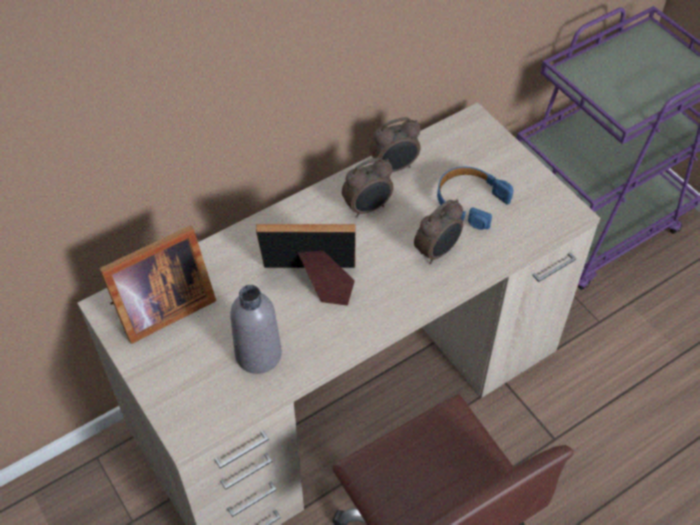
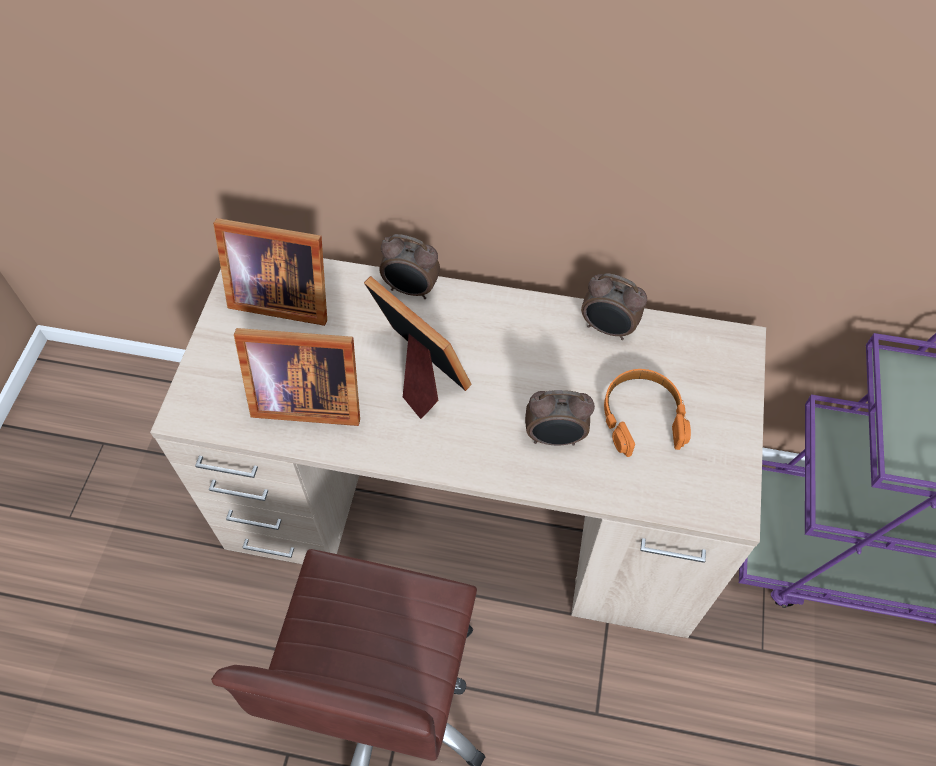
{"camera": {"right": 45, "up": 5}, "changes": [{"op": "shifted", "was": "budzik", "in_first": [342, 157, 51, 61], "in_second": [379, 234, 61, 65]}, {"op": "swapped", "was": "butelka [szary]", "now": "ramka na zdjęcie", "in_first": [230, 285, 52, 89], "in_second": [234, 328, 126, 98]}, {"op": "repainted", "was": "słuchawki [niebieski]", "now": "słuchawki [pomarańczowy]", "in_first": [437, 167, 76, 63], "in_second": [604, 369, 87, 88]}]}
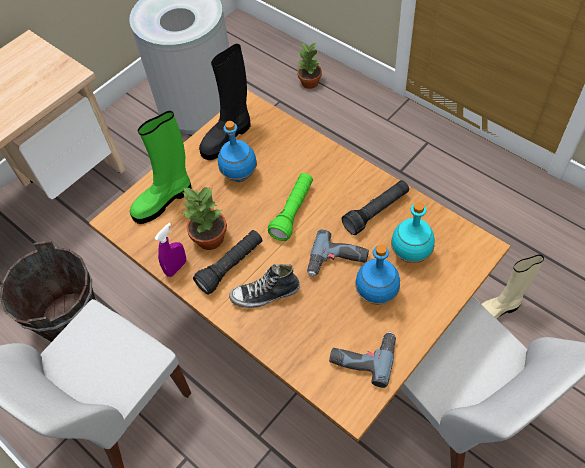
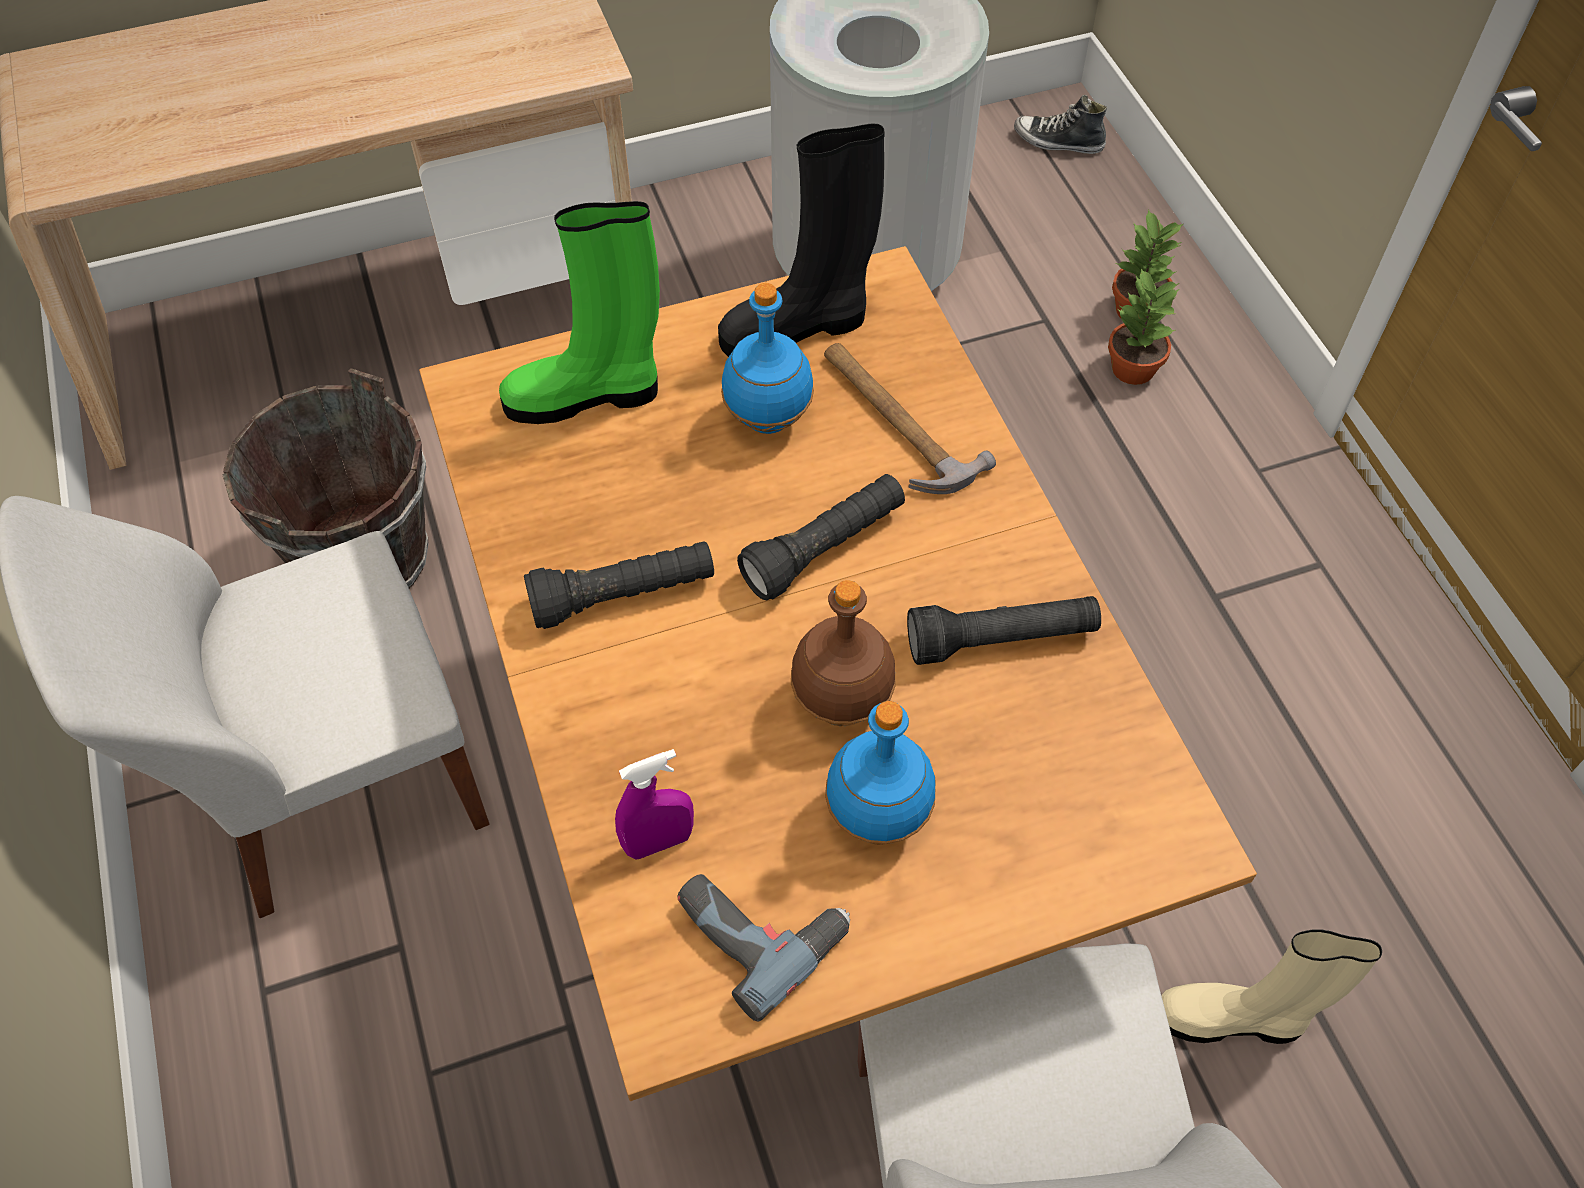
{"camera": {"right": 25, "up": 0}, "changes": [{"op": "gone", "was": "butelka [turkusowy]", "in_first": [391, 202, 44, 61]}, {"op": "new", "now": "młotek", "in_second": [824, 343, 172, 151]}, {"op": "shifted", "was": "spryskiwacz [fioletowy]", "in_first": [154, 223, 32, 54], "in_second": [615, 749, 79, 111]}, {"op": "shifted", "was": "roślina doniczkowa", "in_first": [183, 187, 44, 63], "in_second": [1108, 268, 72, 117]}, {"op": "shifted", "was": "but", "in_first": [229, 264, 71, 44], "in_second": [1014, 95, 93, 59]}, {"op": "swapped", "was": "wiertarka", "now": "butelka [brązowy]", "in_first": [307, 229, 62, 48], "in_second": [791, 580, 104, 146]}, {"op": "repainted", "was": "latarka [zielony]", "now": "latarka [czarny]", "in_first": [268, 173, 45, 68], "in_second": [737, 474, 168, 126]}]}
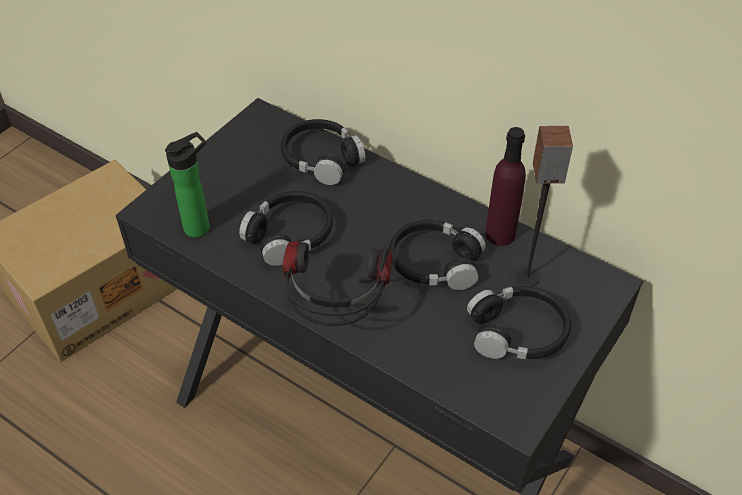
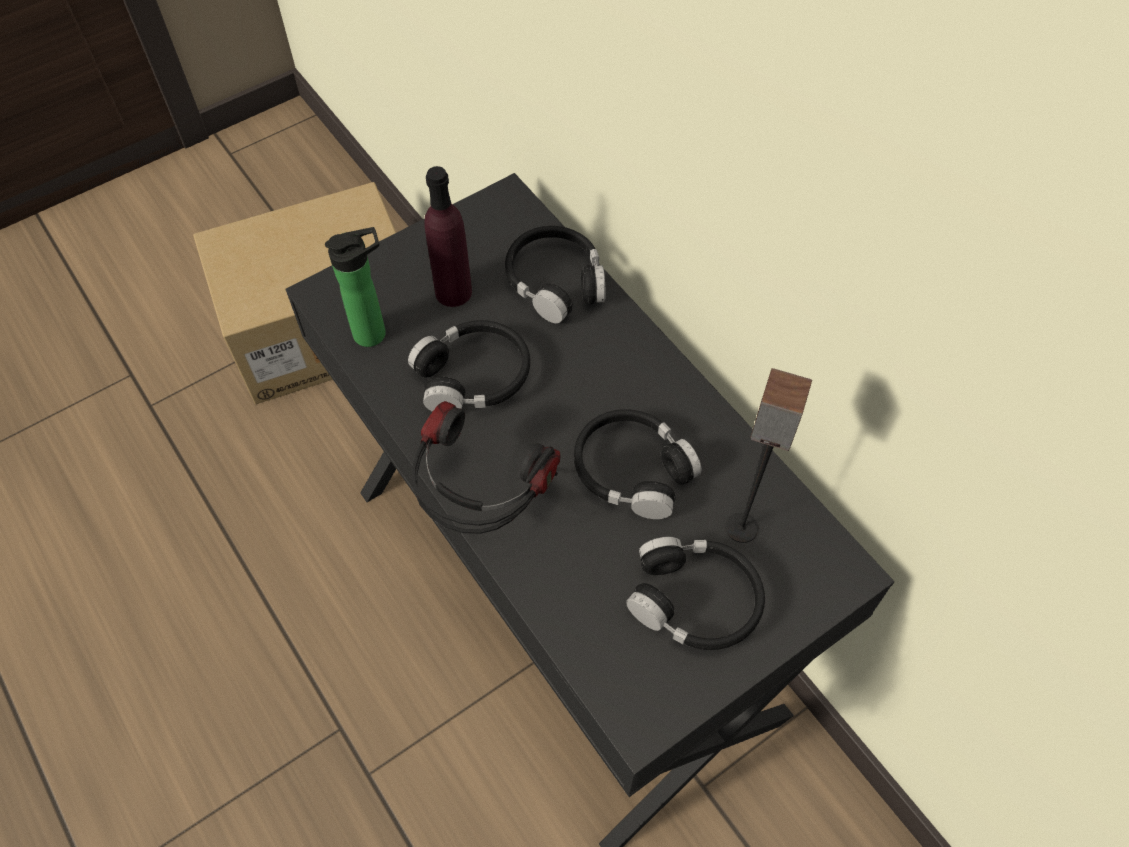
{"camera": {"right": 20, "up": 10}, "changes": [{"op": "shifted", "was": "butelka [fioletowy]", "in_first": [485, 127, 41, 119], "in_second": [424, 166, 48, 141]}]}
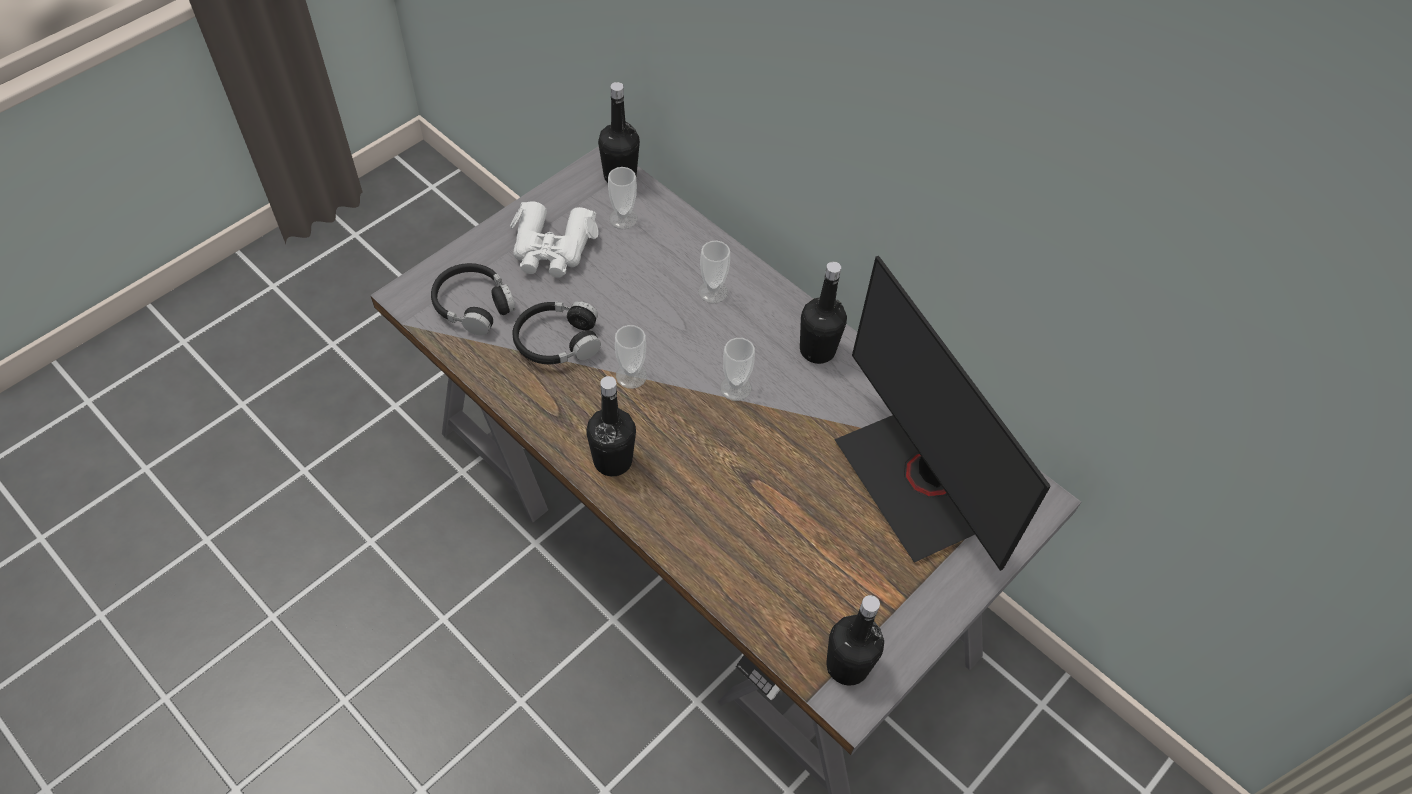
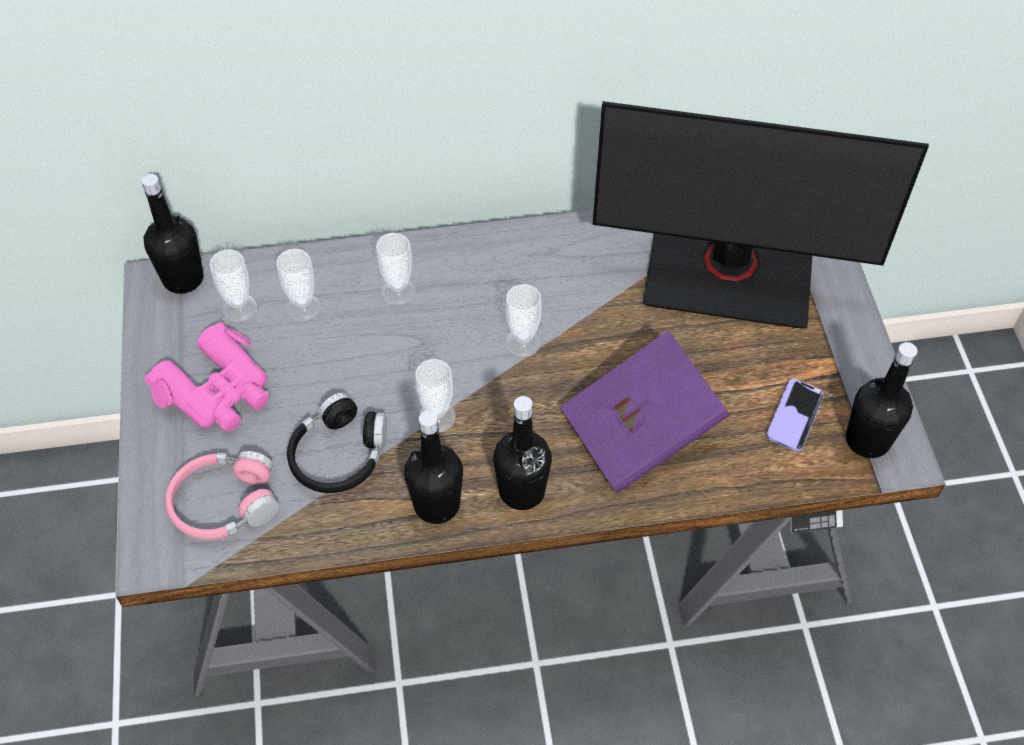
{"camera": {"right": -50, "up": 0}, "changes": [{"op": "new", "now": "filiżanka", "in_second": [276, 249, 45, 73]}, {"op": "new", "now": "książka [fioletowy]", "in_second": [560, 330, 170, 163]}, {"op": "new", "now": "telefon", "in_second": [766, 379, 58, 73]}, {"op": "shifted", "was": "butelka [czarny]", "in_first": [800, 261, 47, 103], "in_second": [404, 410, 59, 114]}, {"op": "repainted", "was": "słuchawki [czarny]", "now": "słuchawki [różowy]", "in_first": [431, 263, 85, 72], "in_second": [165, 451, 114, 89]}, {"op": "repainted", "was": "lornetka [biały]", "now": "lornetka [różowy]", "in_first": [510, 201, 89, 77], "in_second": [144, 322, 125, 109]}]}
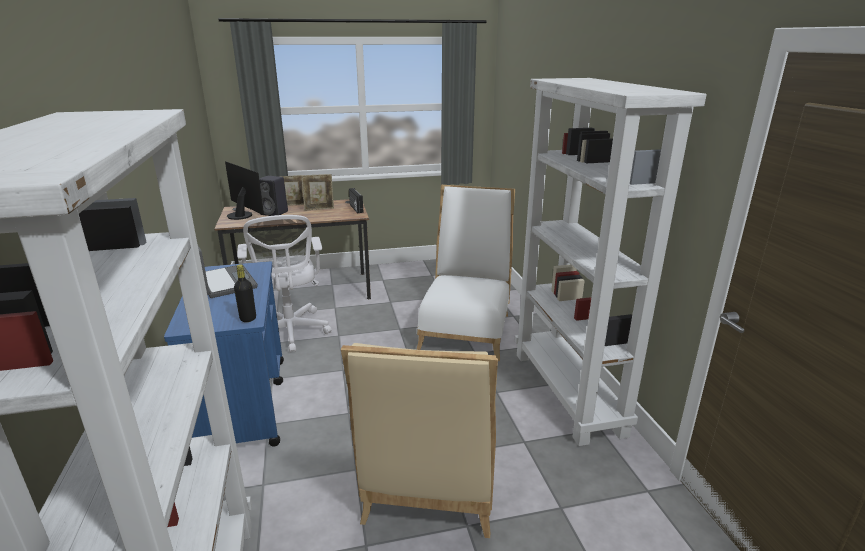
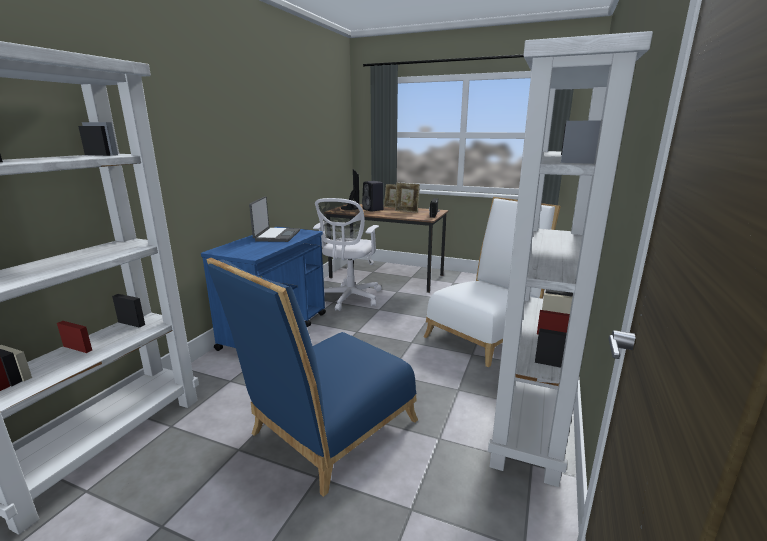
{"camera": {"right": 35, "up": -5}, "changes": [{"op": "gone", "was": "butelka [czarny]", "in_first": [234, 264, 22, 58]}, {"op": "repainted", "was": "krzesło [beżowy]", "now": "krzesło [niebieski]", "in_first": [341, 343, 157, 195], "in_second": [207, 258, 211, 239]}]}
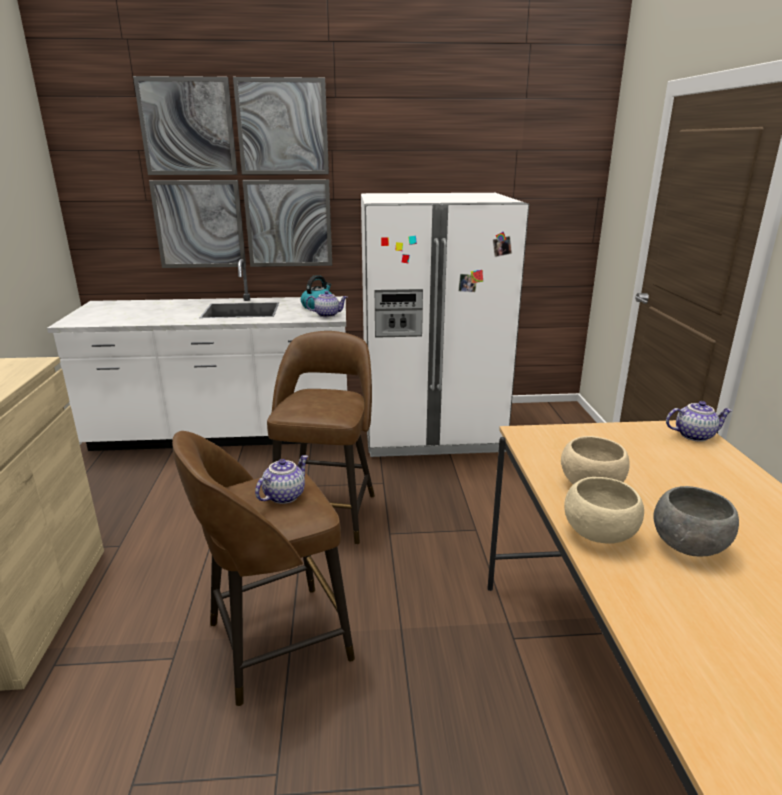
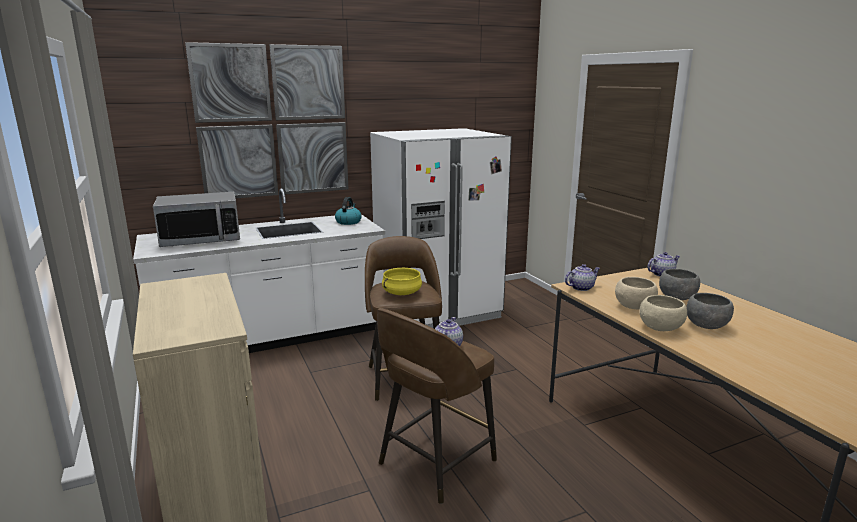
{"camera": {"right": -20, "up": -5}, "changes": [{"op": "new", "now": "mikrofalówka", "in_second": [153, 192, 87, 55]}, {"op": "new", "now": "garnek [żółty]", "in_second": [382, 268, 40, 27]}, {"op": "new", "now": "miska [szary]", "in_second": [659, 269, 41, 31]}, {"op": "shifted", "was": "imbryk", "in_first": [306, 291, 41, 26], "in_second": [565, 264, 35, 27]}]}
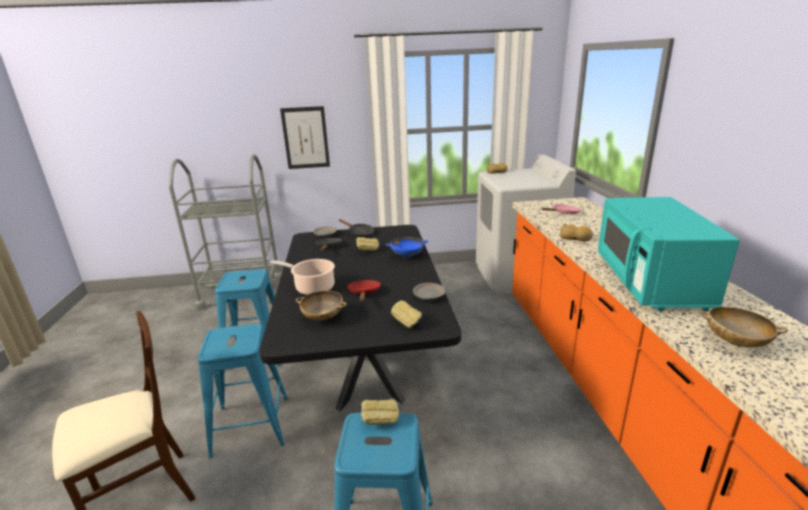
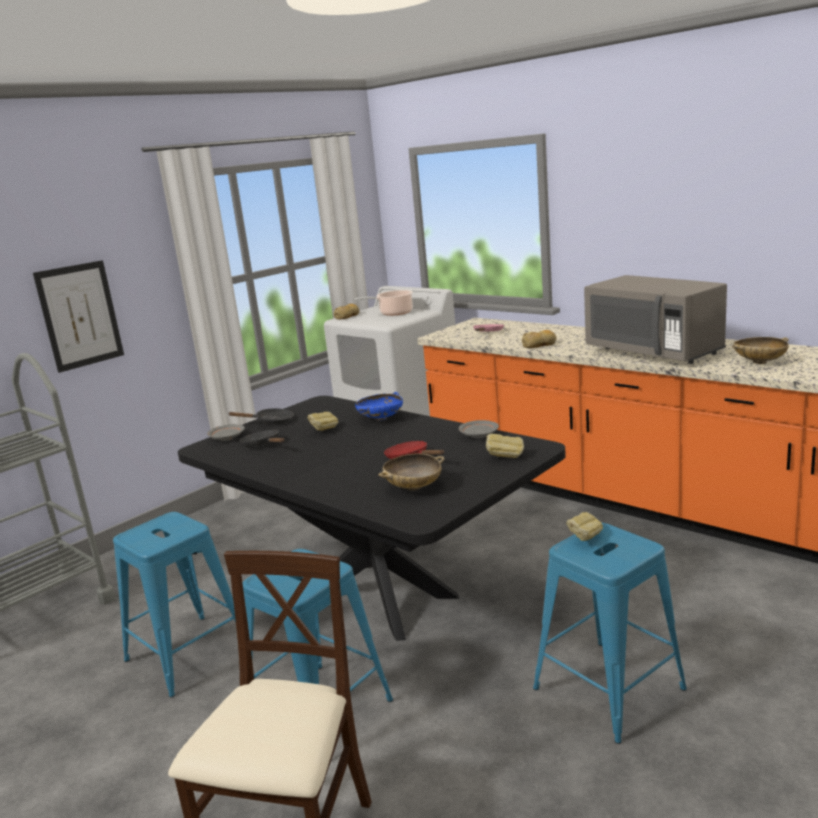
{"camera": {"right": -40, "up": -5}, "changes": [{"op": "shifted", "was": "garnek", "in_first": [270, 259, 65, 36], "in_second": [355, 290, 58, 26]}, {"op": "repainted", "was": "mikrofalówka [turkusowy]", "now": "mikrofalówka [szary]", "in_first": [598, 197, 141, 114], "in_second": [584, 275, 143, 89]}]}
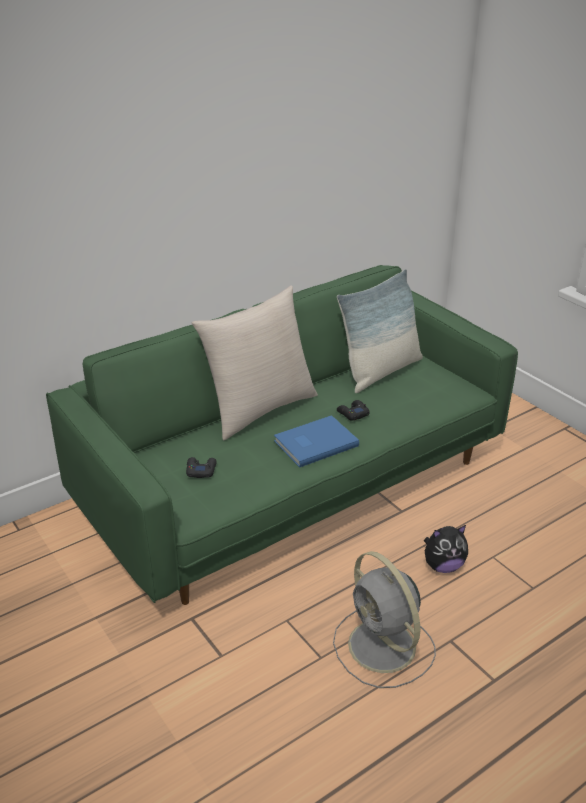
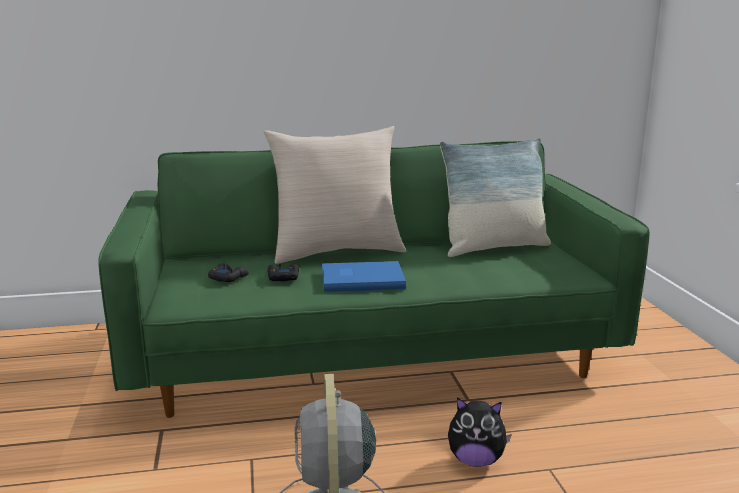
{"camera": {"right": 25, "up": -15}, "changes": [{"op": "shifted", "was": "pad do gier [czarny]", "in_first": [337, 400, 33, 21], "in_second": [267, 264, 32, 17]}]}
